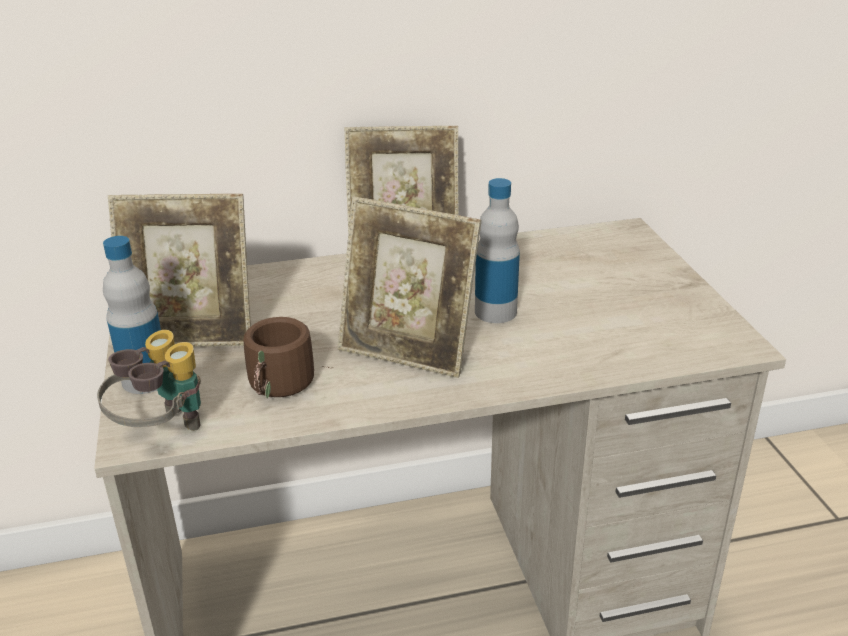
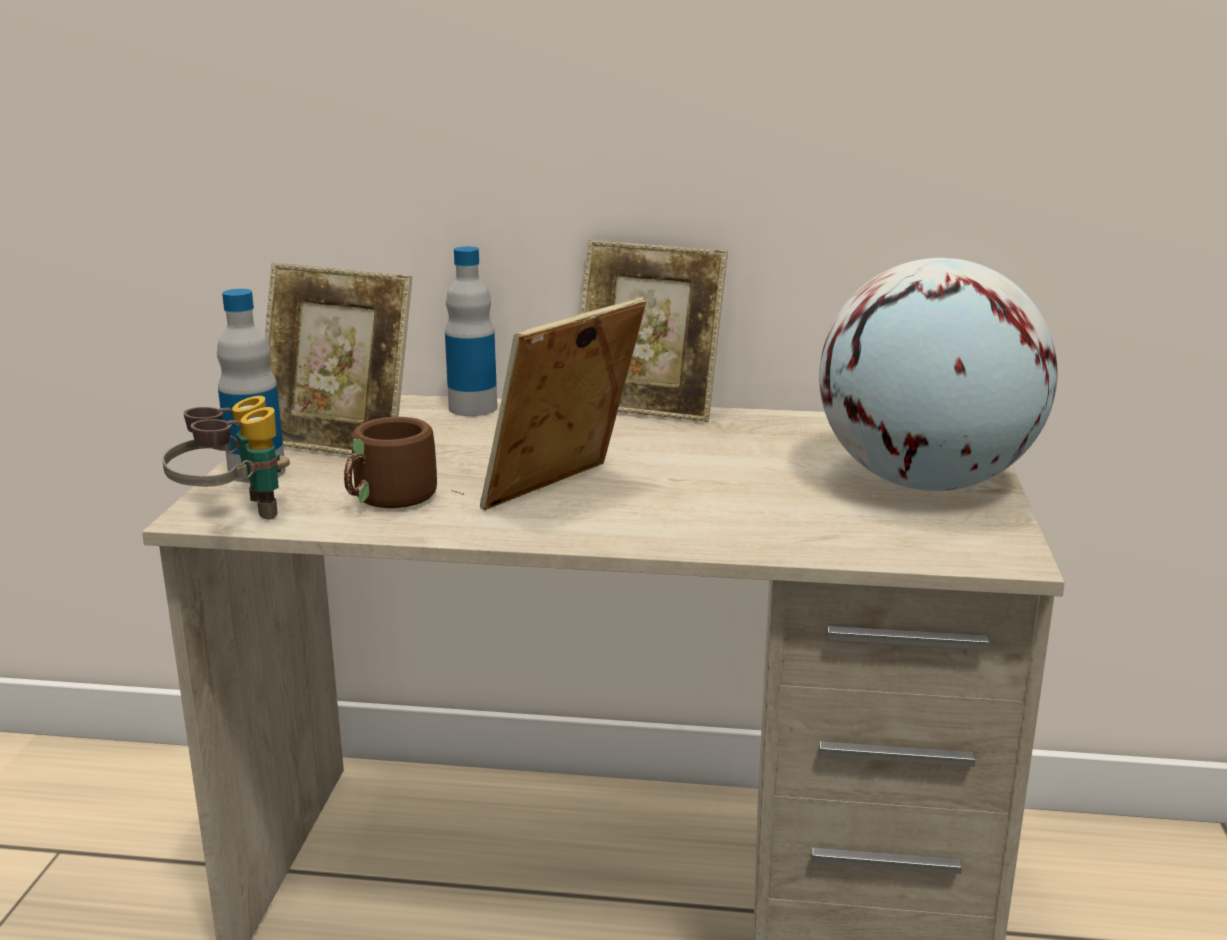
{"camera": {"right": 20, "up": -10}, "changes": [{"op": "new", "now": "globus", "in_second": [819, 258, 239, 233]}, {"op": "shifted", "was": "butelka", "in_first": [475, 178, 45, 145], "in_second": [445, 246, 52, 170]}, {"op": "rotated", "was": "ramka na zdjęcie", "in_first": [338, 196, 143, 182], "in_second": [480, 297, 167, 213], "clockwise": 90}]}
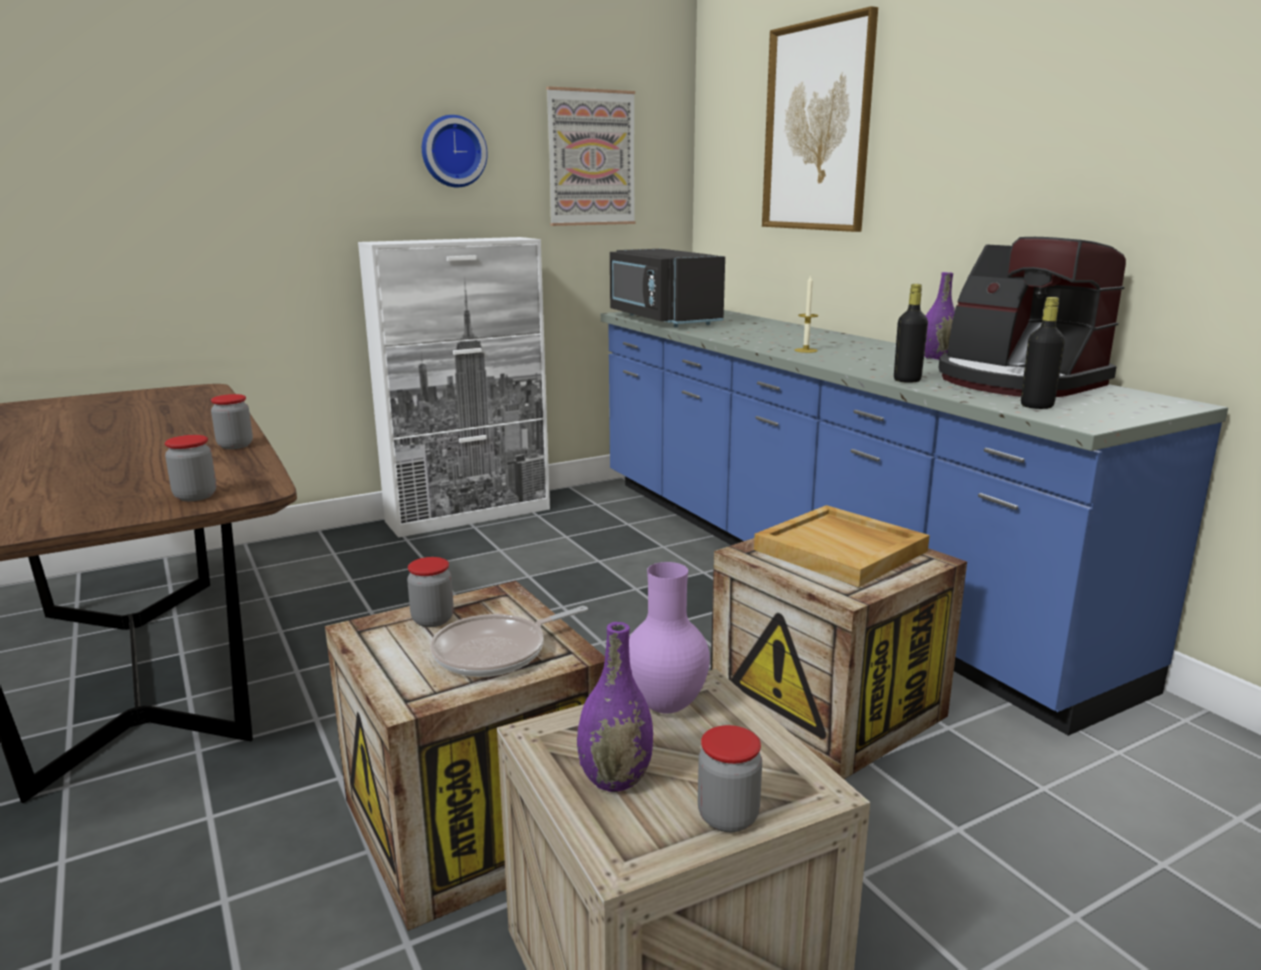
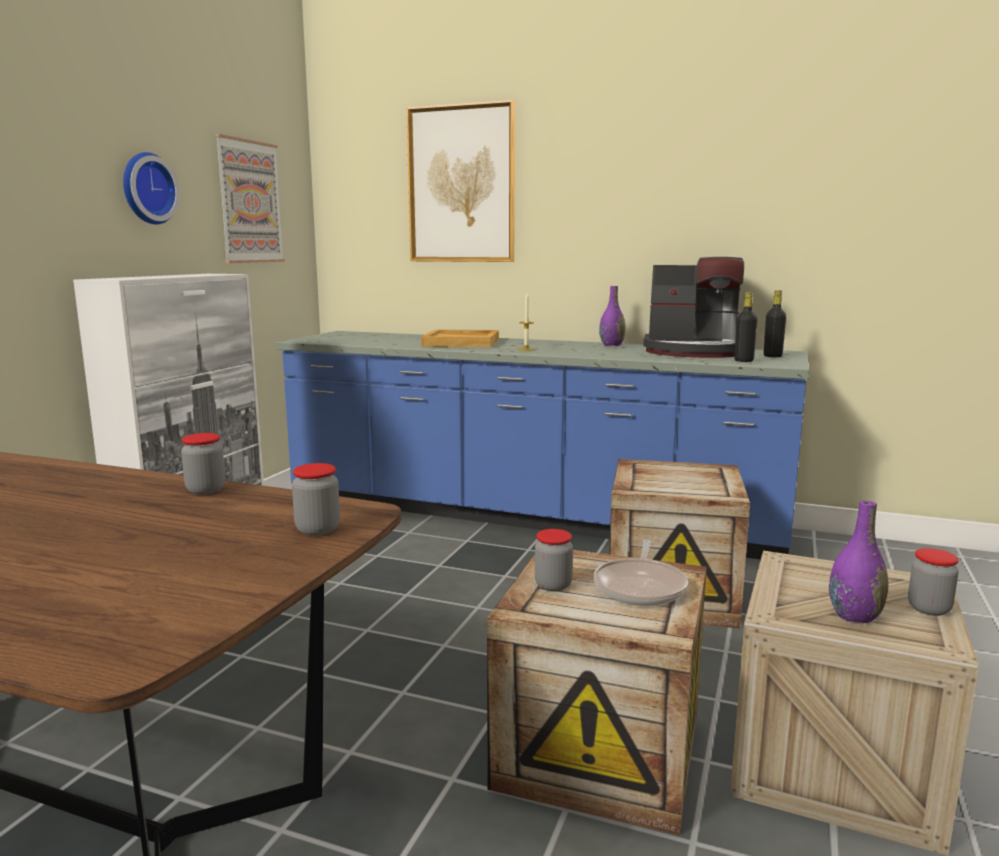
{"camera": {"right": -40, "up": -5}, "changes": [{"op": "gone", "was": "mikrofalówka [czarny]", "in_first": [610, 249, 115, 78]}, {"op": "gone", "was": "wazon [fioletowy]", "in_first": [629, 562, 81, 152]}, {"op": "shifted", "was": "taca [beżowy]", "in_first": [754, 505, 176, 82], "in_second": [421, 329, 78, 19]}, {"op": "shifted", "was": "butelka [czarny]", "in_first": [894, 284, 34, 99], "in_second": [764, 290, 22, 67]}]}
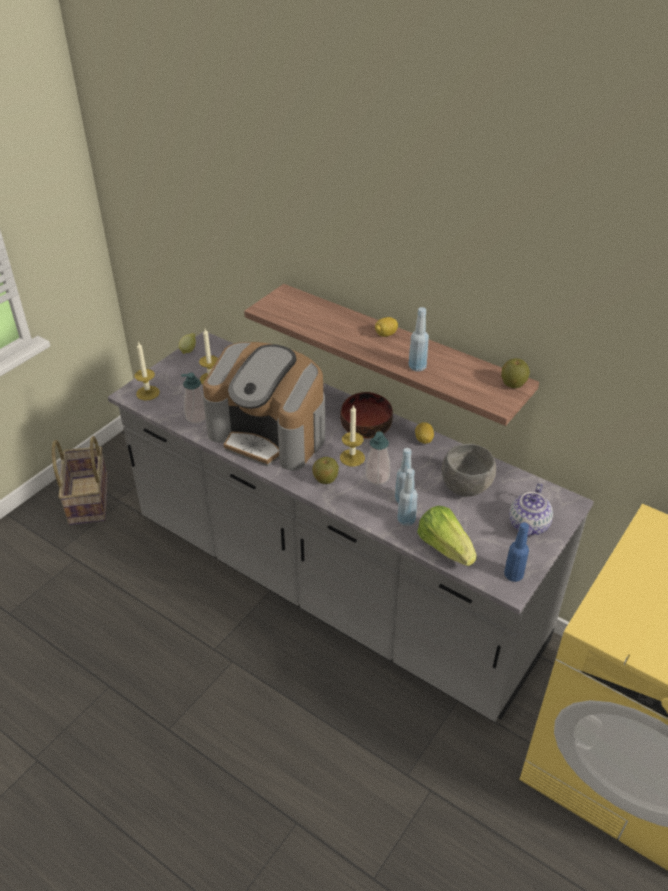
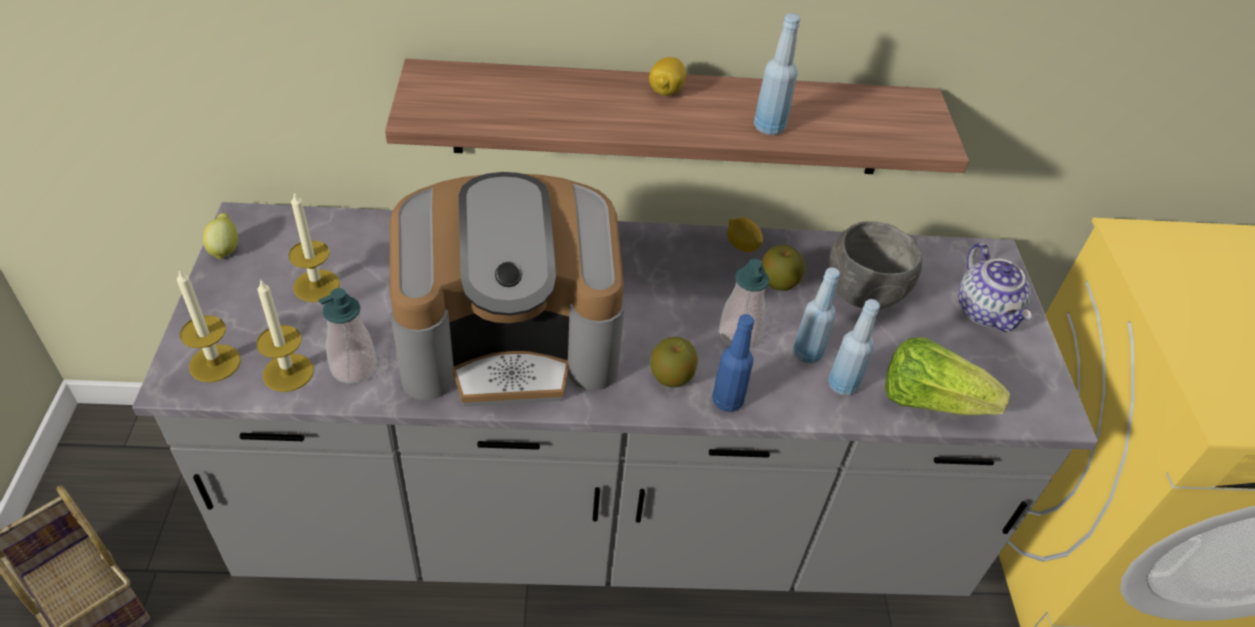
{"camera": {"right": -40, "up": 5}, "changes": [{"op": "gone", "was": "miska", "in_first": [340, 392, 53, 46]}, {"op": "shifted", "was": "świeca", "in_first": [340, 405, 25, 61], "in_second": [256, 279, 58, 113]}, {"op": "shifted", "was": "jabłko", "in_first": [501, 358, 29, 30], "in_second": [762, 245, 44, 46]}, {"op": "shifted", "was": "butelka [niebieski]", "in_first": [504, 523, 25, 59], "in_second": [712, 314, 42, 98]}]}
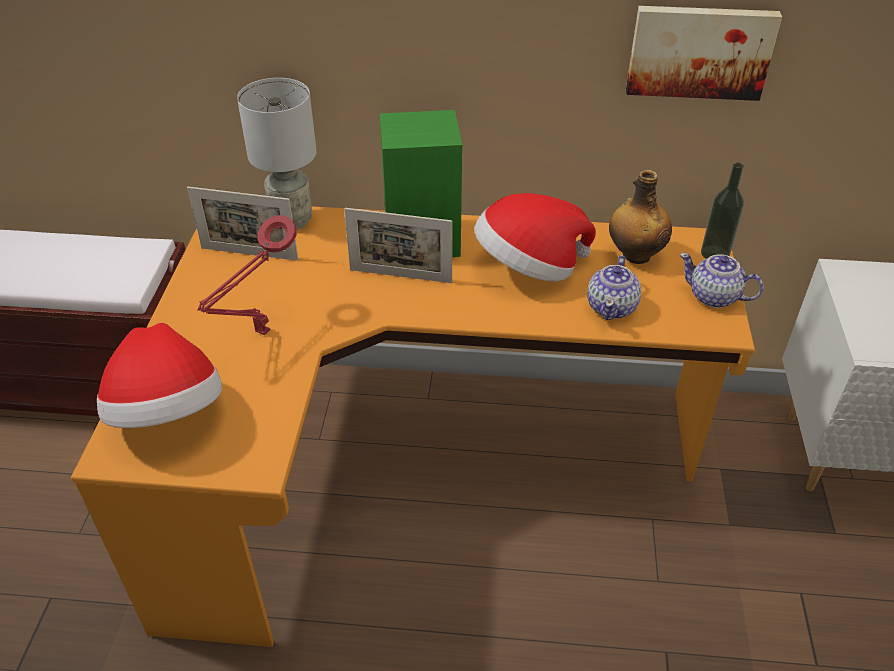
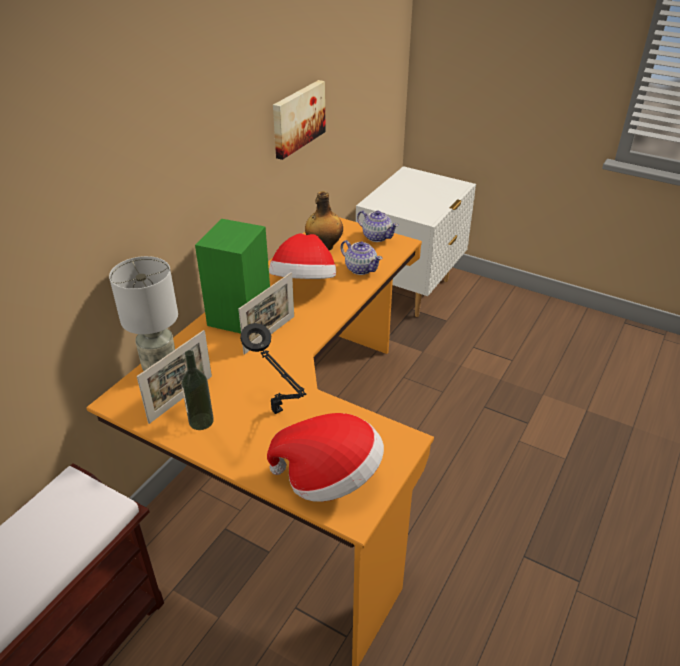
{"camera": {"right": -65, "up": -5}, "changes": [{"op": "shifted", "was": "butelka", "in_first": [701, 163, 43, 96], "in_second": [181, 350, 33, 80]}, {"op": "repainted", "was": "lampa stołowa [czerwony]", "now": "lampa stołowa [czarny]", "in_first": [197, 215, 100, 120], "in_second": [240, 323, 67, 91]}, {"op": "rotated", "was": "imbryk", "in_first": [680, 253, 83, 55], "in_second": [357, 210, 42, 32], "clockwise": -105}]}
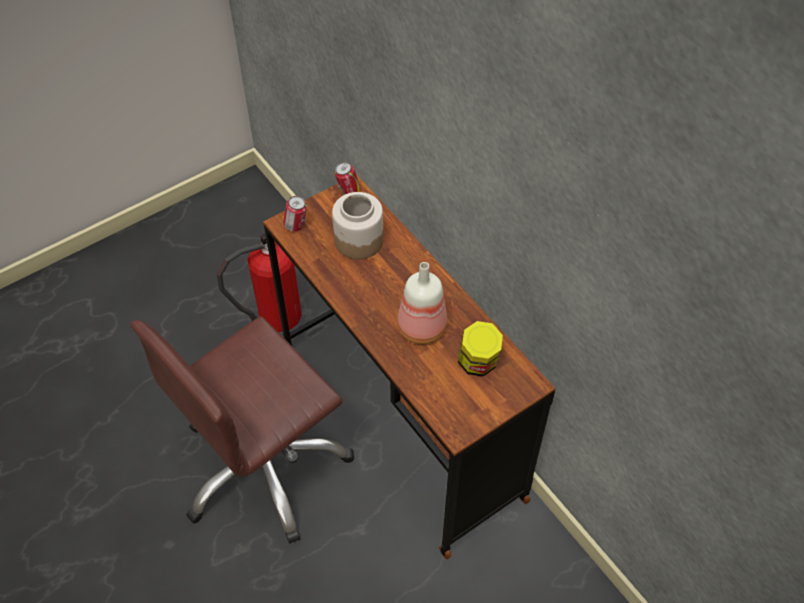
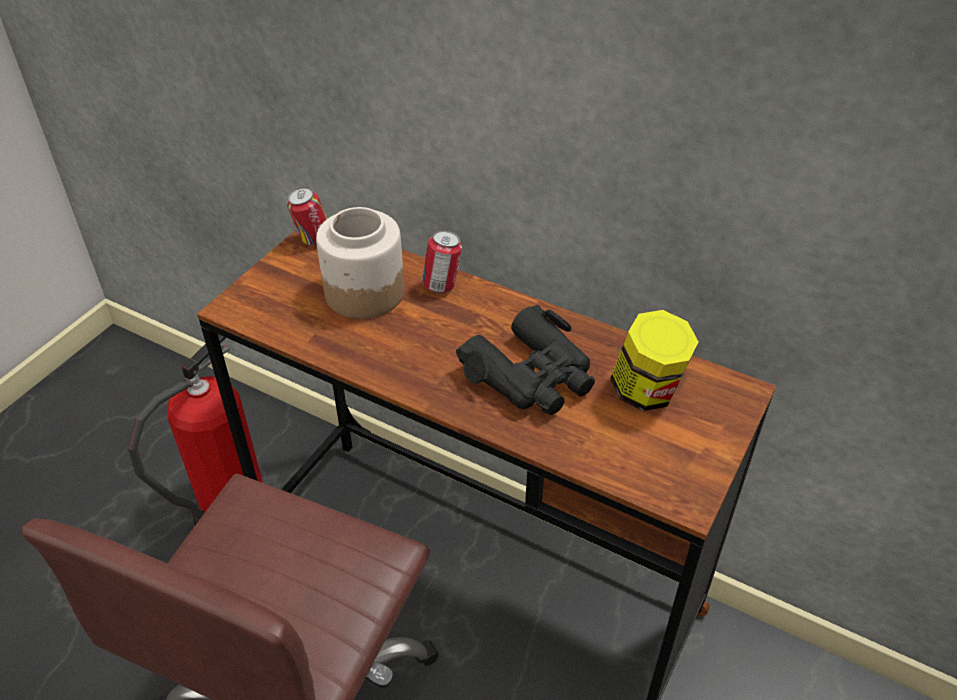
{"camera": {"right": -25, "up": -10}, "changes": [{"op": "shifted", "was": "puszka", "in_first": [283, 196, 24, 36], "in_second": [422, 230, 40, 63]}, {"op": "swapped", "was": "butelka", "now": "lornetka [czarny]", "in_first": [397, 262, 50, 82], "in_second": [456, 305, 139, 110]}]}
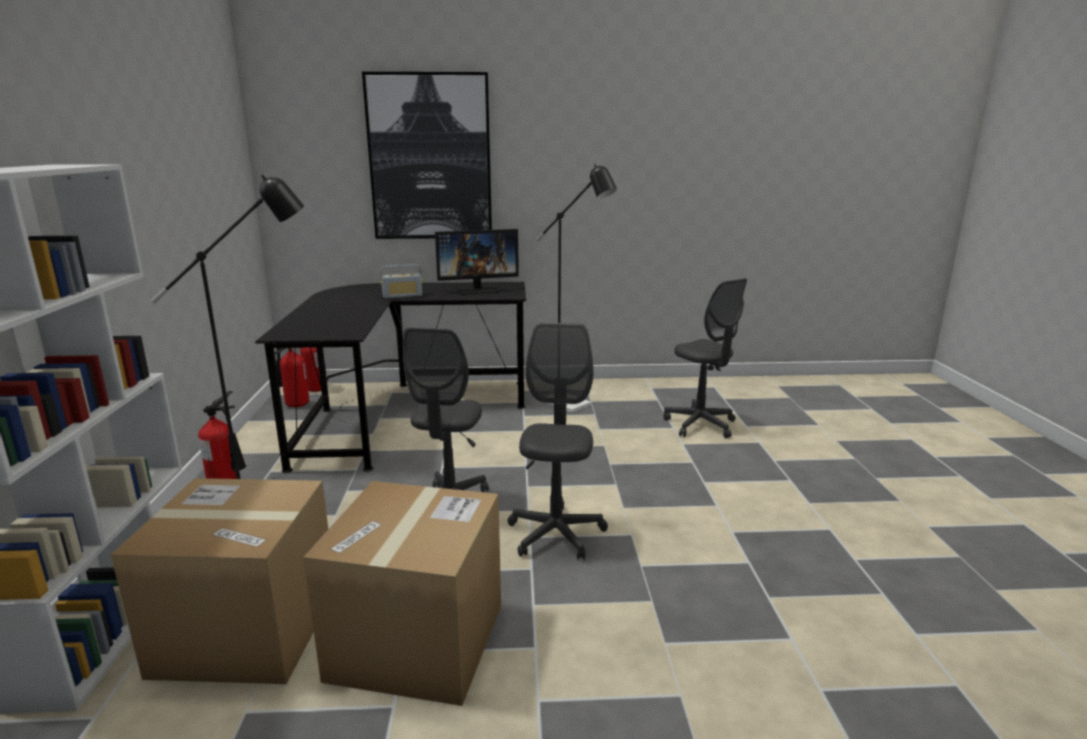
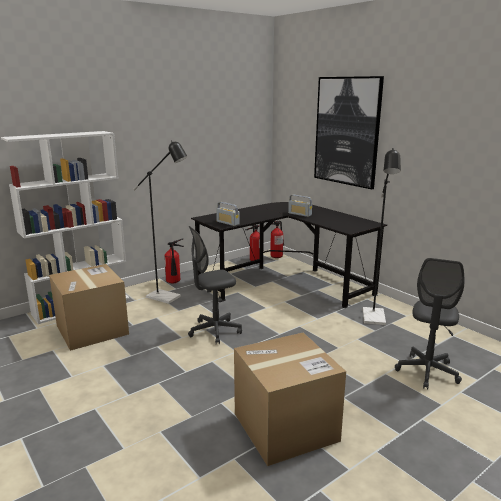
{"camera": {"right": 55, "up": 0}, "changes": [{"op": "gone", "was": "monitor", "in_first": [435, 229, 84, 65]}, {"op": "gone", "was": "krzesło biurowe [szary]", "in_first": [508, 323, 100, 237]}, {"op": "new", "now": "radio", "in_second": [216, 202, 23, 24]}, {"op": "shifted", "was": "karton", "in_first": [303, 481, 198, 225], "in_second": [234, 333, 112, 133]}]}
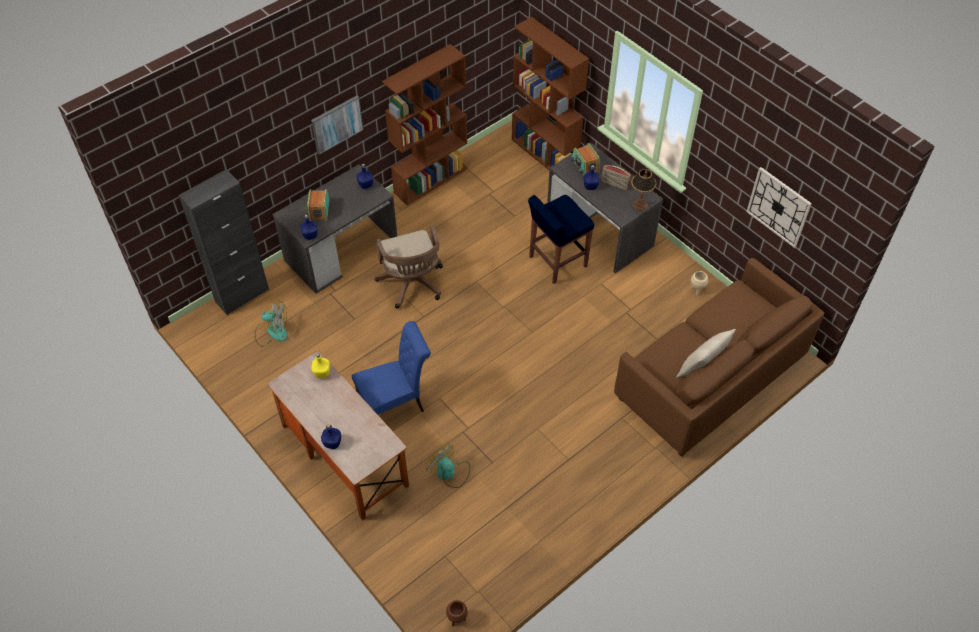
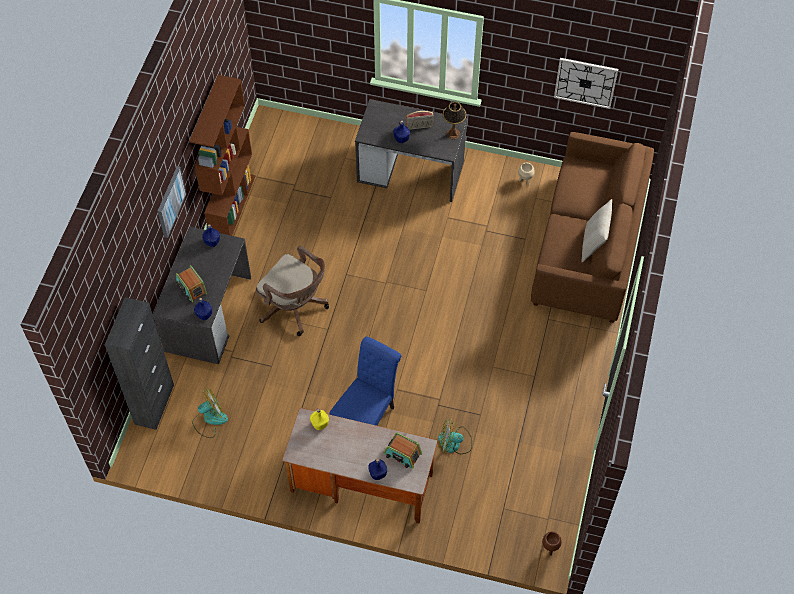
{"camera": {"right": -35, "up": 5}, "changes": [{"op": "gone", "was": "regał [brązowy]", "in_first": [512, 17, 77, 153]}, {"op": "gone", "was": "stołek [niebieski]", "in_first": [528, 195, 66, 89]}, {"op": "shifted", "was": "radio", "in_first": [571, 143, 29, 33], "in_second": [384, 432, 38, 37]}]}
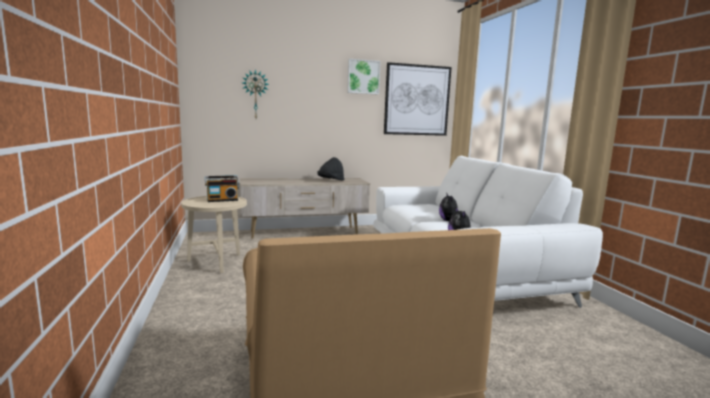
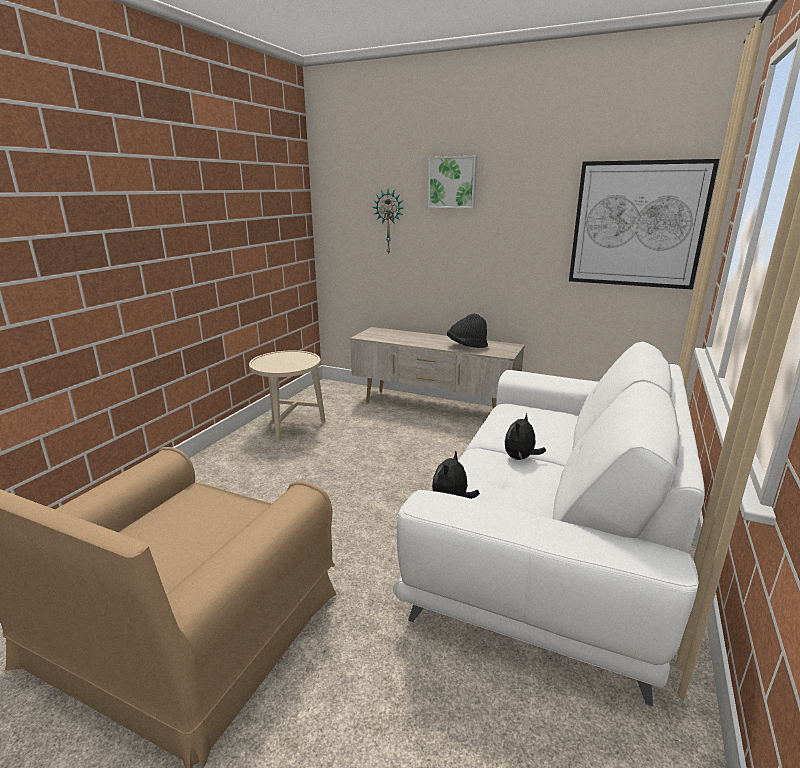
{"camera": {"right": 40, "up": 10}, "changes": [{"op": "gone", "was": "radio", "in_first": [205, 175, 34, 27]}, {"op": "shifted", "was": "obraz", "in_first": [347, 59, 34, 35], "in_second": [428, 156, 49, 52]}]}
